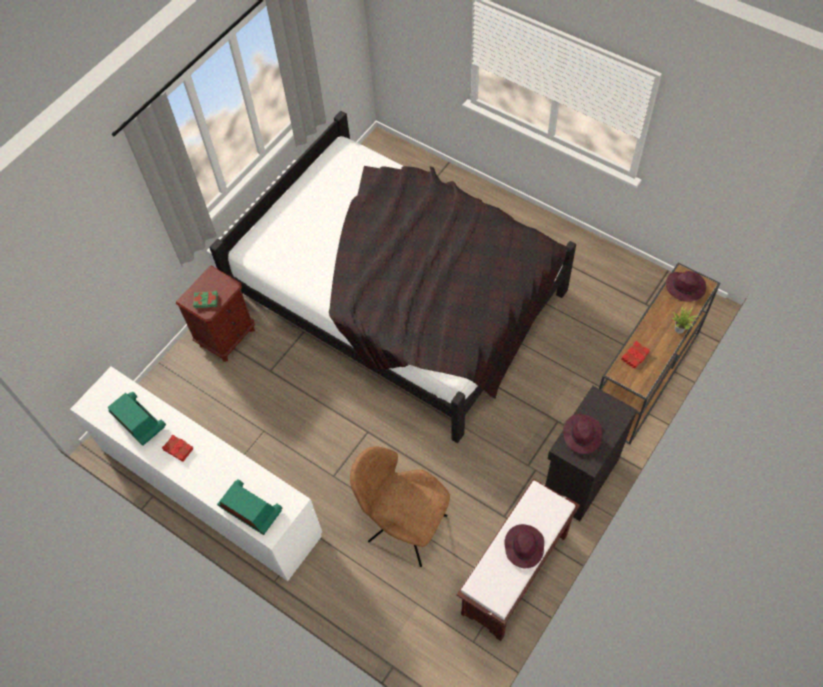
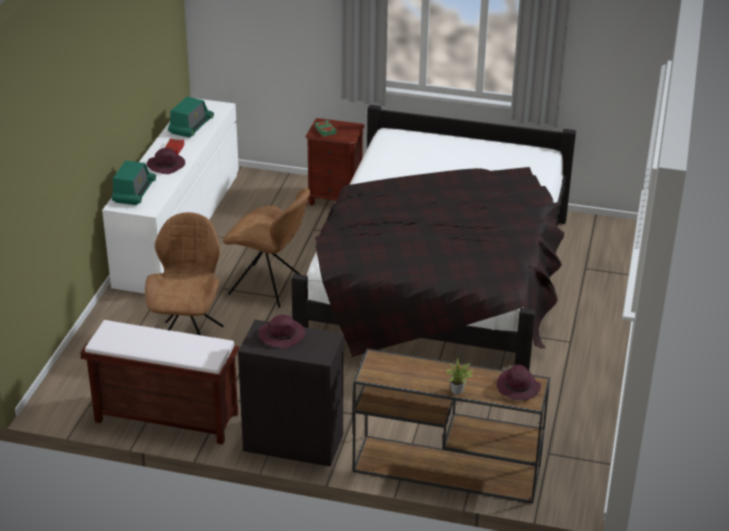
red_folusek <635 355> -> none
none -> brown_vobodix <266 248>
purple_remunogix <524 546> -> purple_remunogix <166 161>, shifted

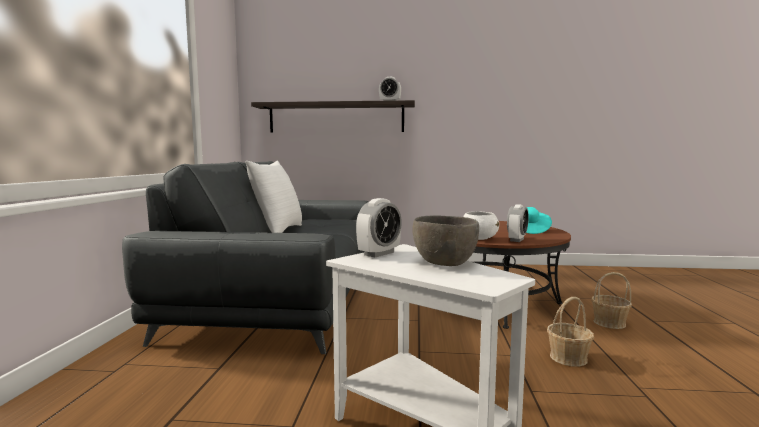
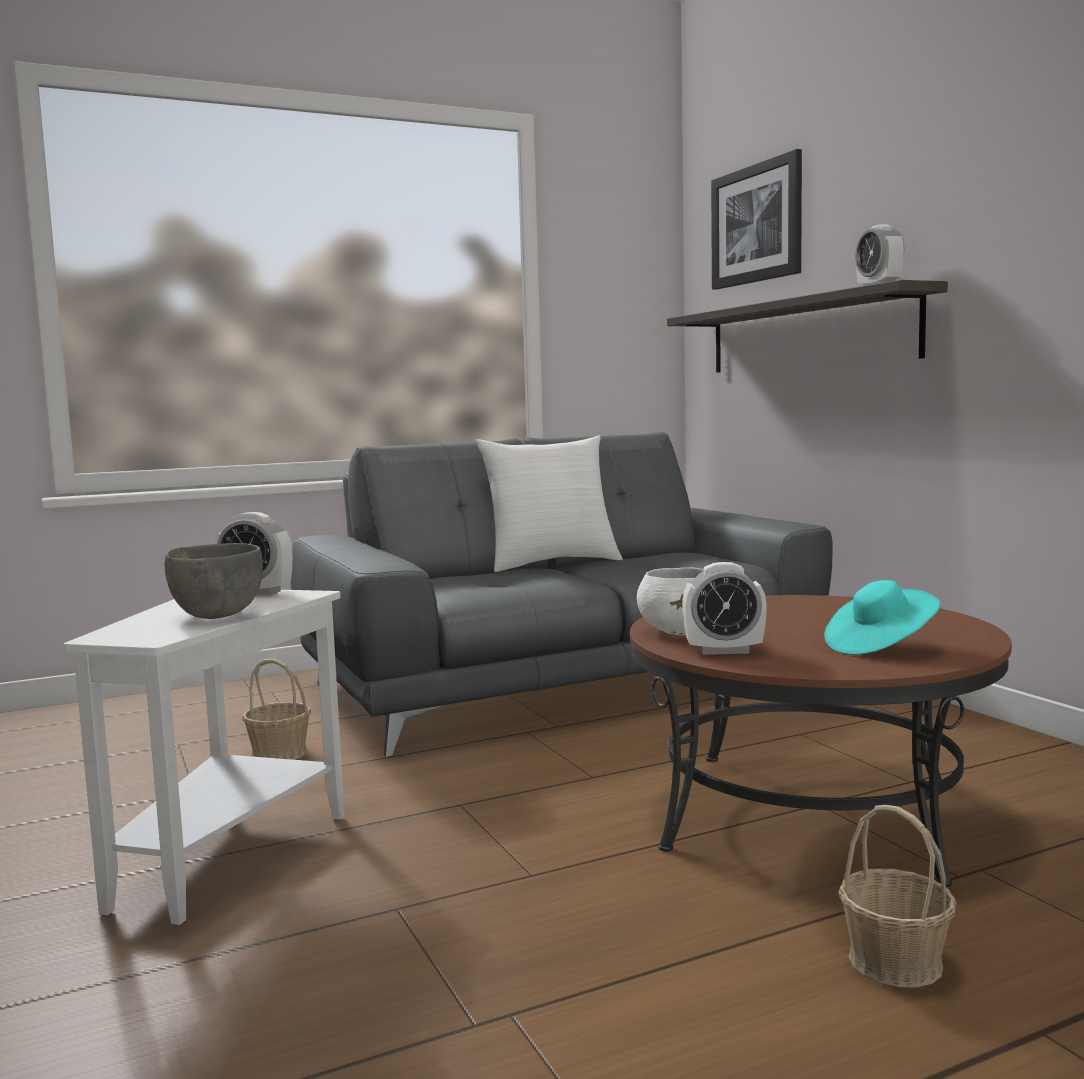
none -> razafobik <756 219>
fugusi <570 332> -> fugusi <276 709>, shifted

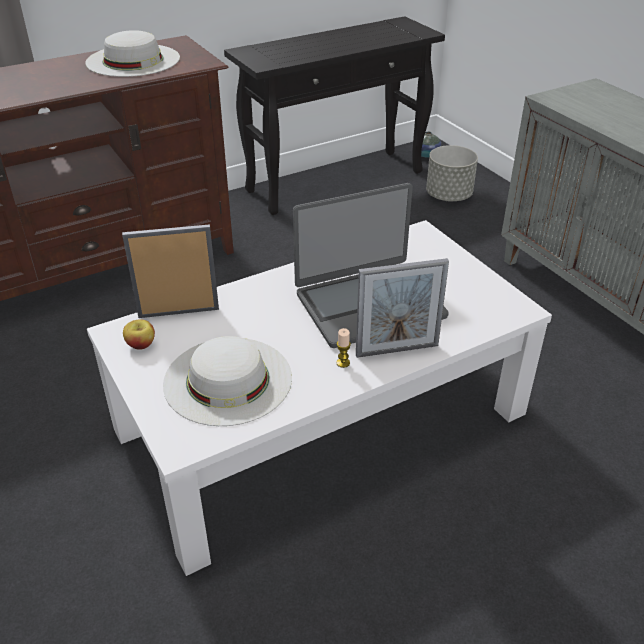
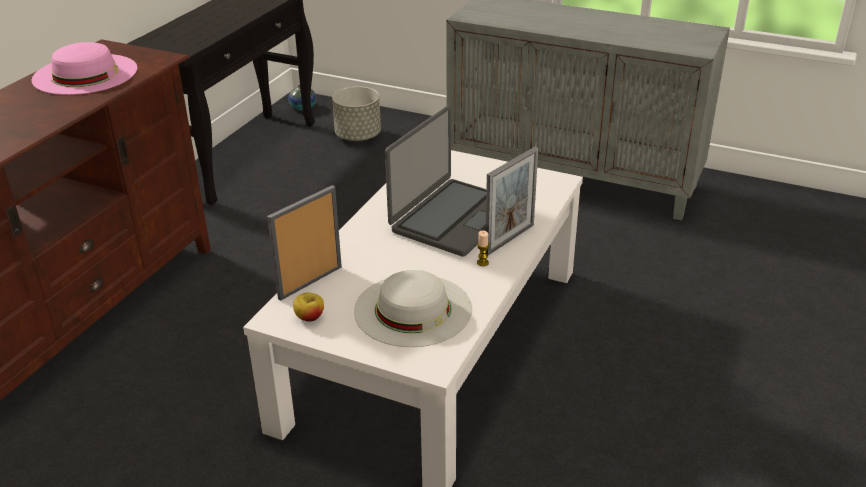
white_remunogix <132 53> -> pink_remunogix <84 68>

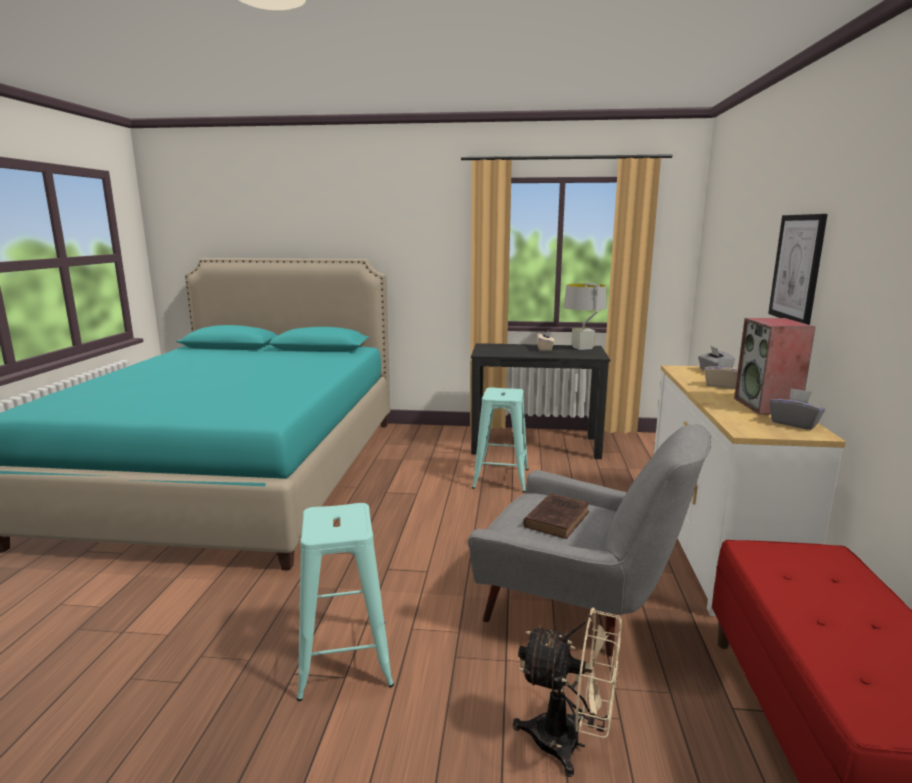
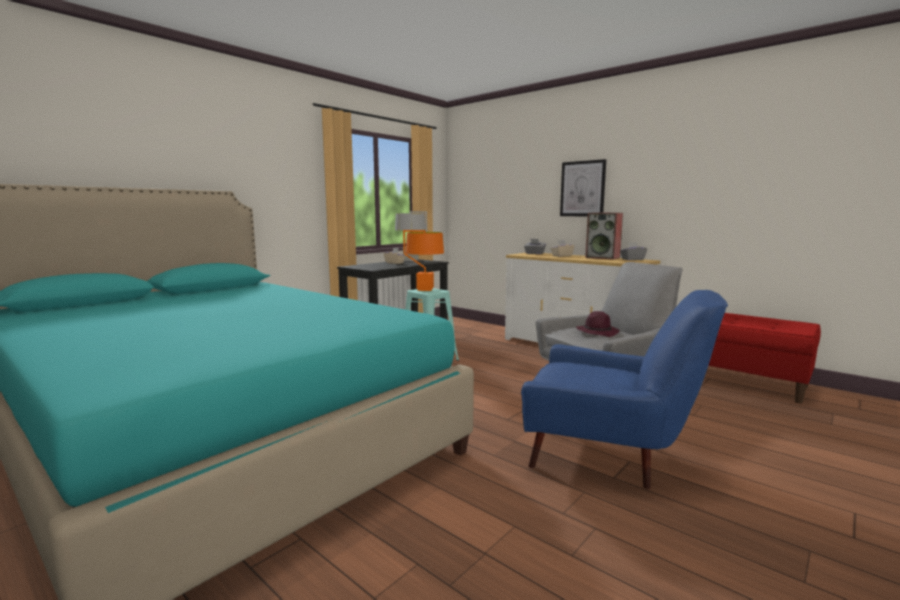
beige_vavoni <567 692> -> none
none -> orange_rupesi <423 260>
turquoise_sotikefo <345 602> -> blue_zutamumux <624 389>
brown_folusek <556 516> -> purple_remunogix <598 324>

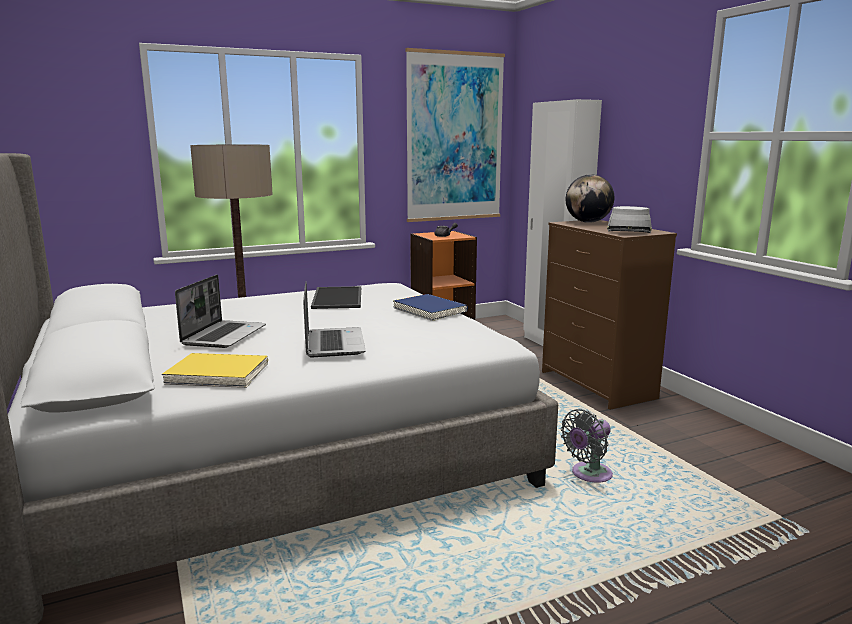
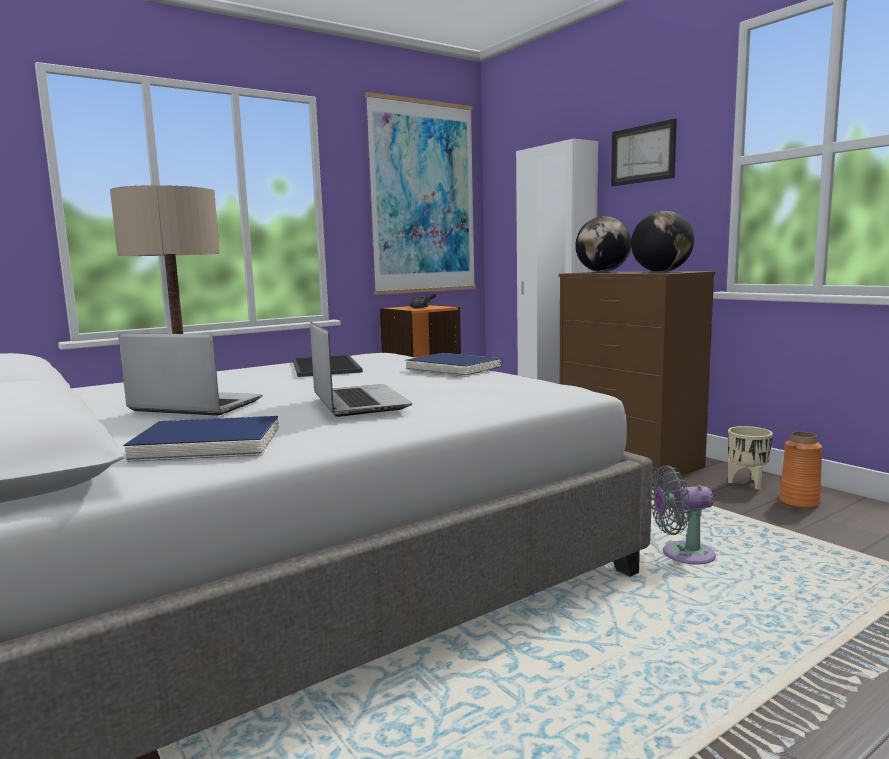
none -> razafobik <644 152>
none -> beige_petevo <750 457>
none -> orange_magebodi <800 470>
grey_remunogix <629 219> -> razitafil <662 241>
yellow_folusek <215 370> -> blue_folusek <201 439>
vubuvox <220 311> -> vubuvox <190 374>, 75 degrees counterclockwise
grey_vavoni <587 446> -> grey_vavoni <683 514>, 45 degrees clockwise

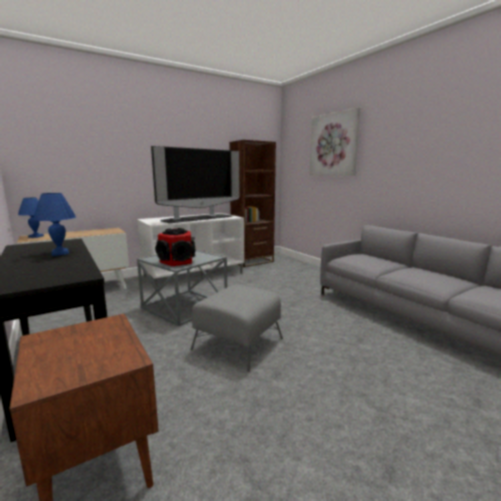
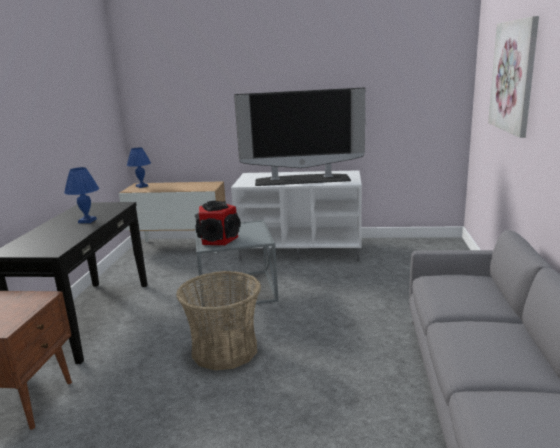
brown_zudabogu <252 203> -> none
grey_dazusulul <236 328> -> fugusi <218 320>

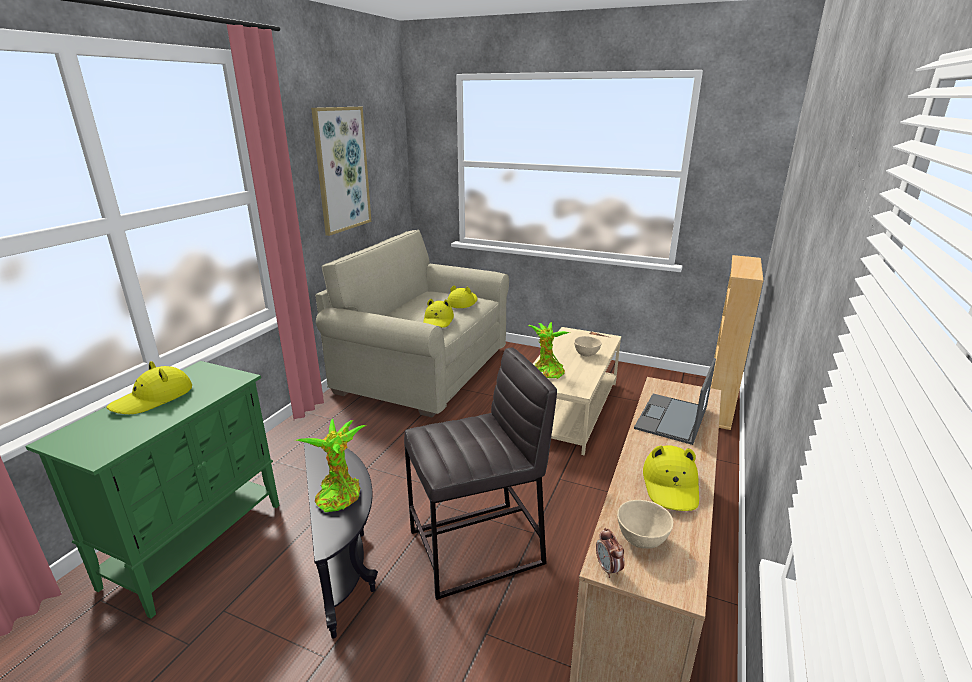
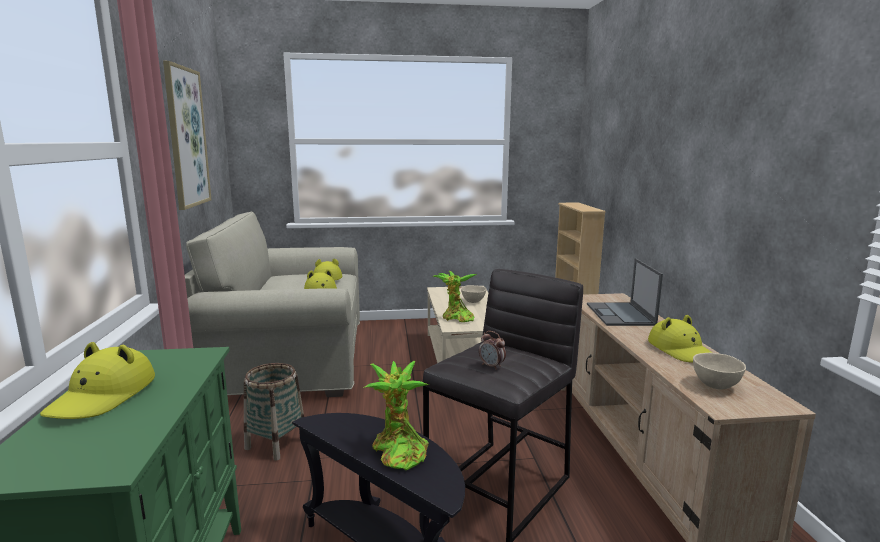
none -> fugusi <274 412>
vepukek <610 553> -> vepukek <492 350>, shifted

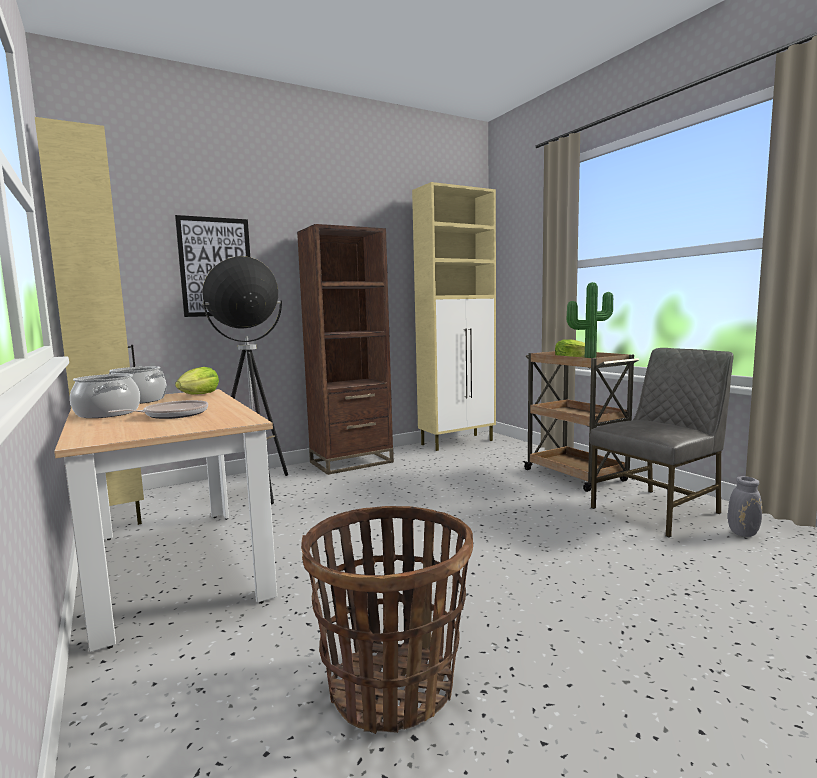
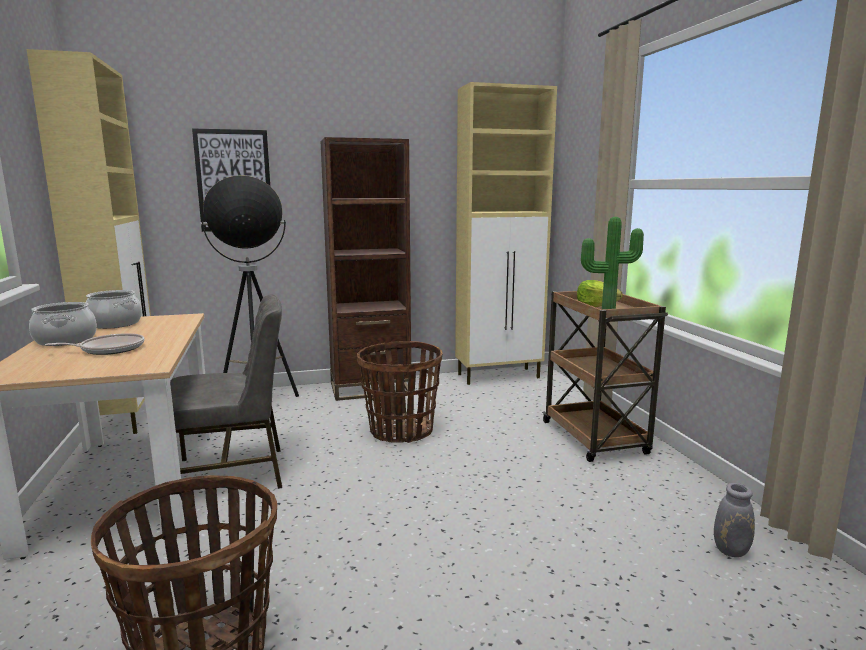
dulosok <197 381> -> none
none -> fugusi <399 392>
grey_vobodix <661 442> -> grey_vobodix <226 392>, shifted

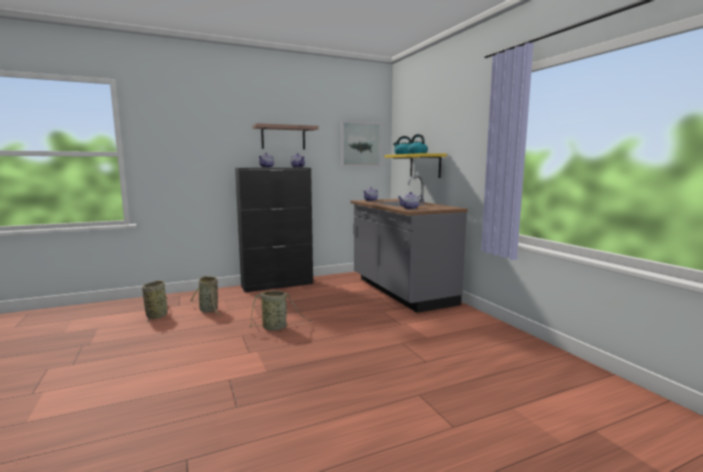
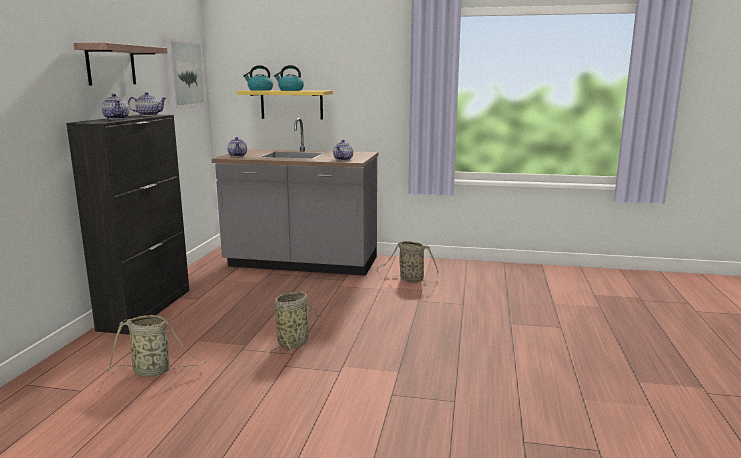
fugusi <155 302> -> fugusi <407 262>, shifted

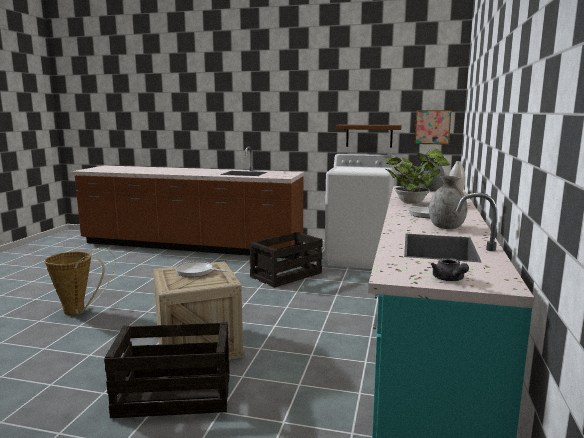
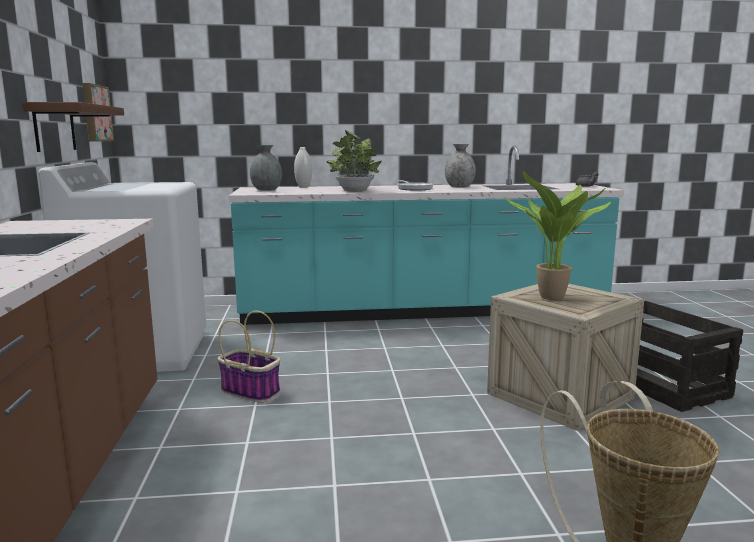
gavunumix <201 269> -> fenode <558 235>
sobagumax <286 260> -> fugusi <249 357>

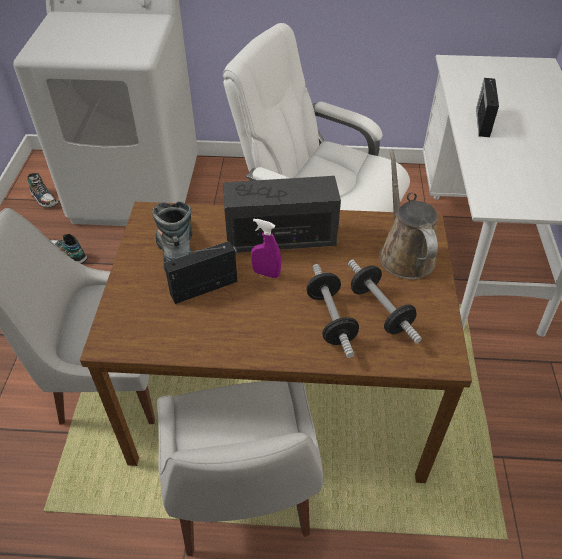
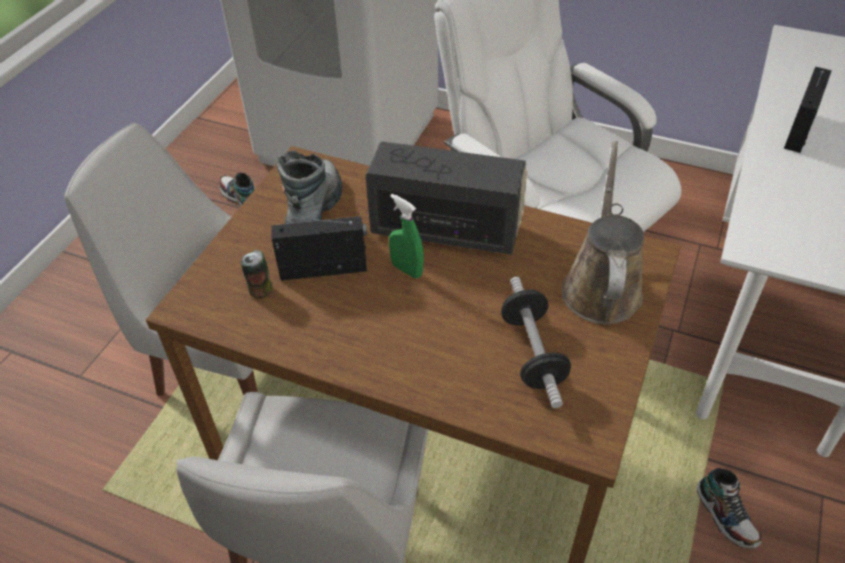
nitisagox <332 311> -> none
none -> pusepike <257 274>
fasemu <42 190> -> fasemu <729 508>, shifted
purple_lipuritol <266 248> -> green_lipuritol <406 236>

